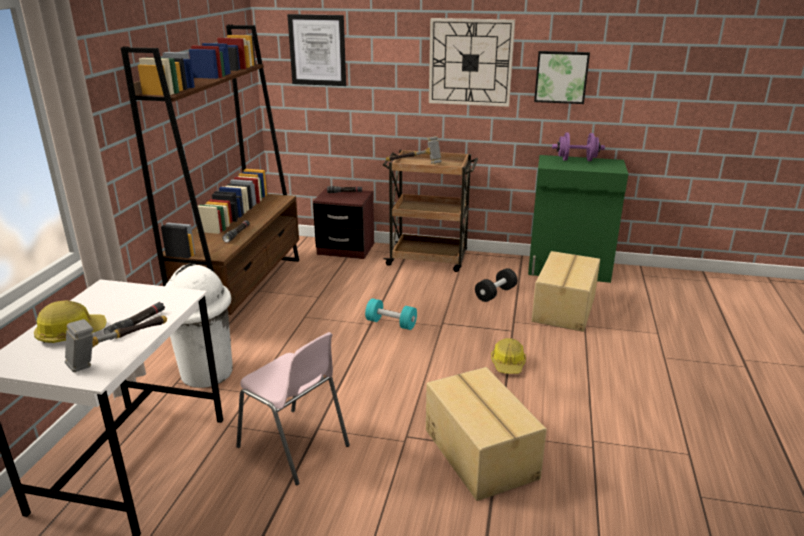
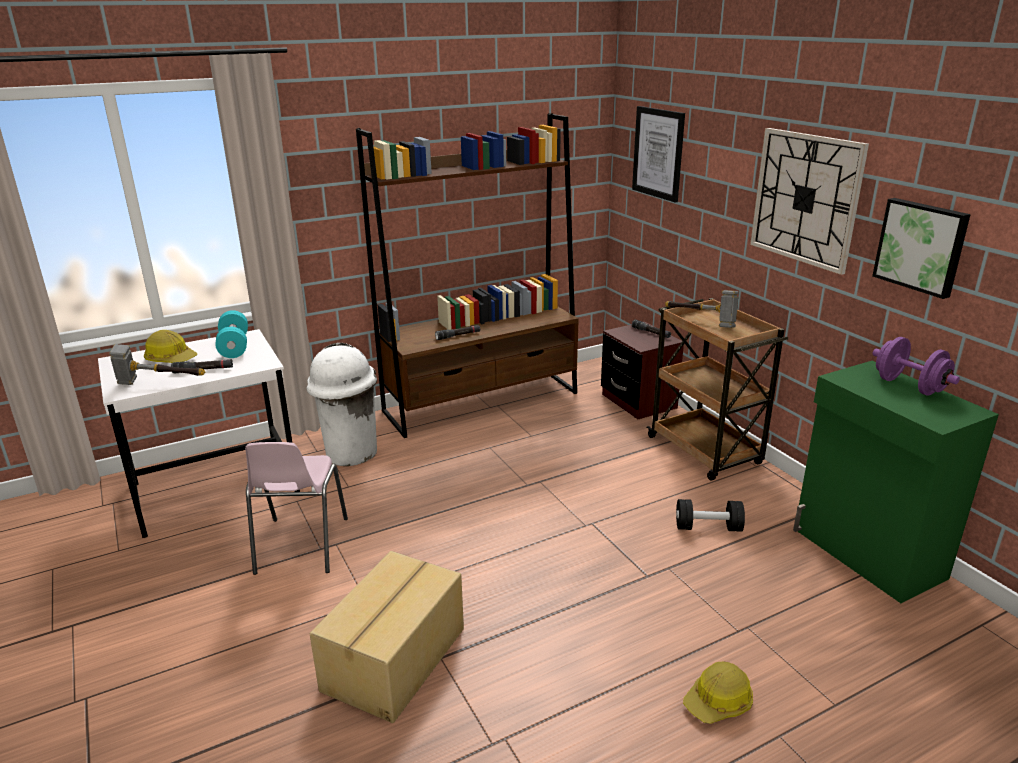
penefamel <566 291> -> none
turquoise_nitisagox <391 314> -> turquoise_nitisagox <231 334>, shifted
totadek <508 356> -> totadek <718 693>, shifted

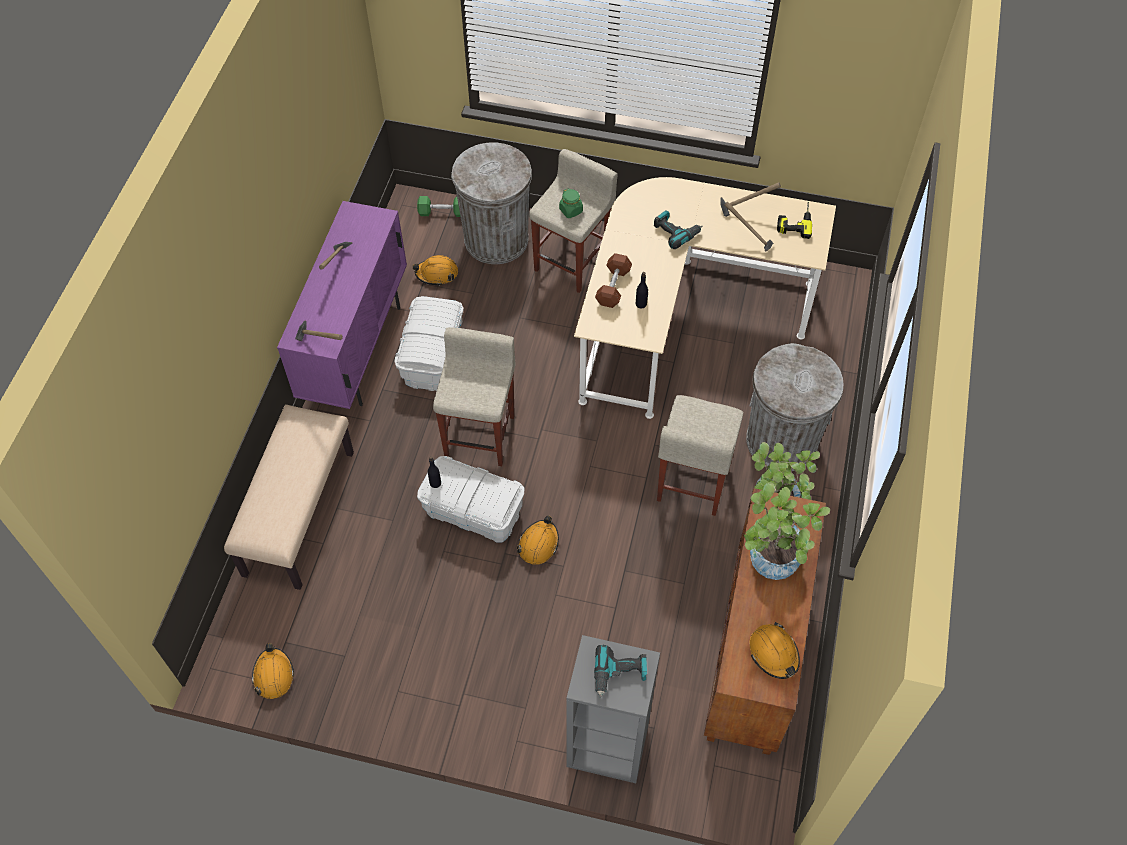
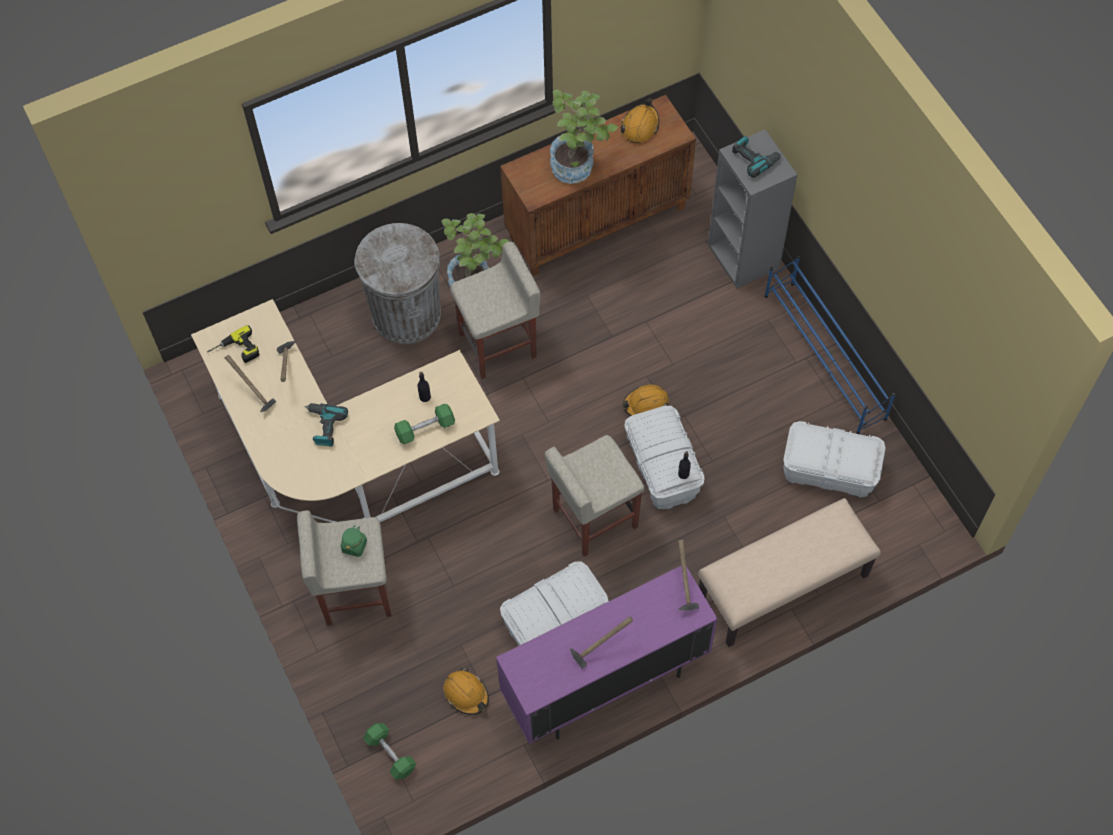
orange_totadek <273 671> -> none
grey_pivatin <491 203> -> none
none -> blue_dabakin <830 344>
none -> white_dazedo <834 459>
brown_nitisagox <613 280> -> green_nitisagox <424 424>

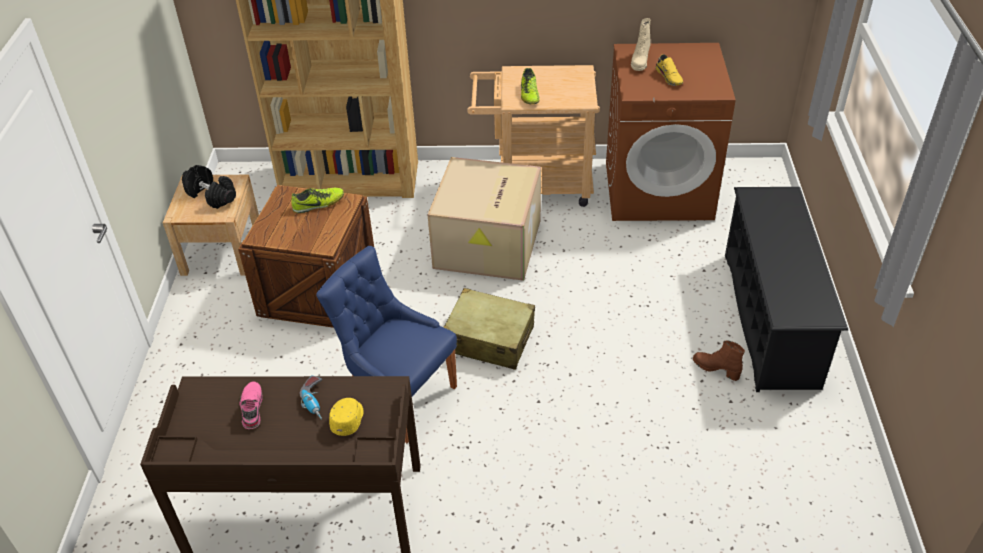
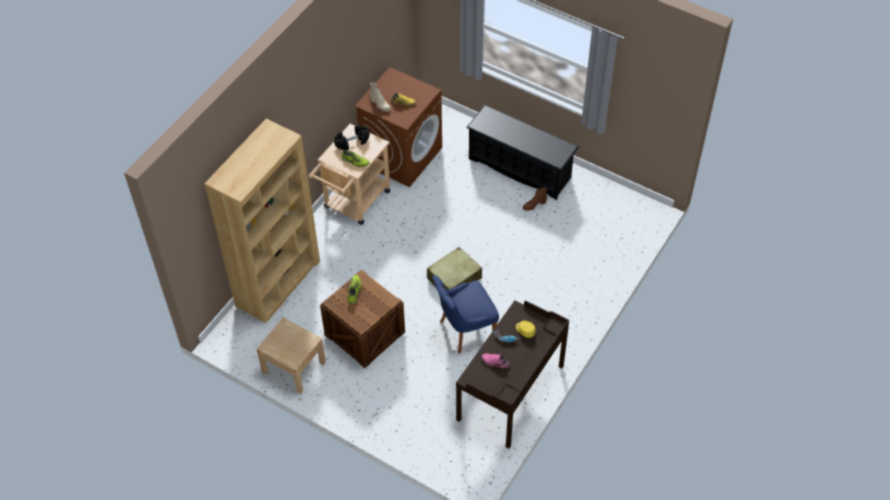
penefamel <484 219> -> none
black_nitisagox <209 187> -> black_nitisagox <352 137>, shifted

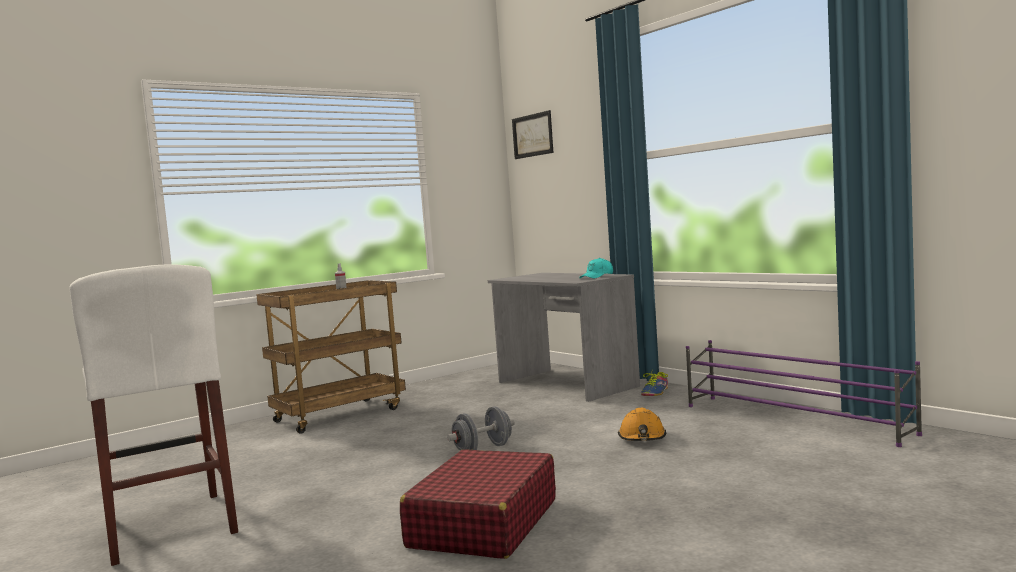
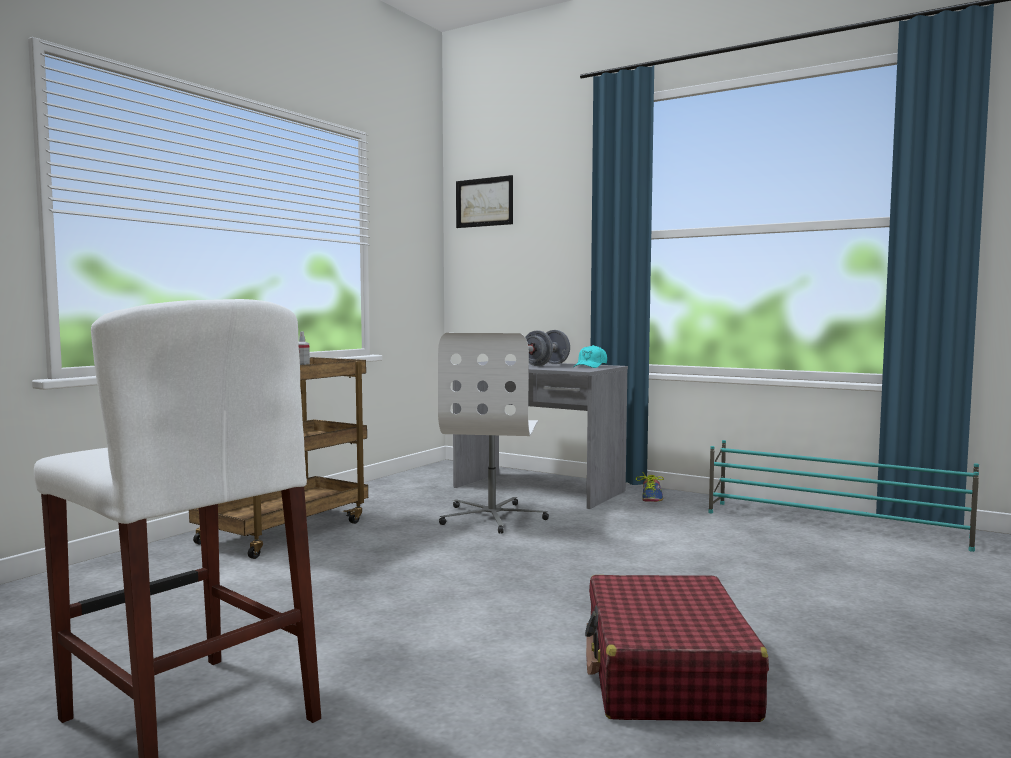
orange_totadek <642 424> -> none
none -> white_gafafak <493 433>
grey_nitisagox <480 428> -> grey_nitisagox <547 348>, shifted
purple_dabakin <804 393> -> turquoise_dabakin <843 496>

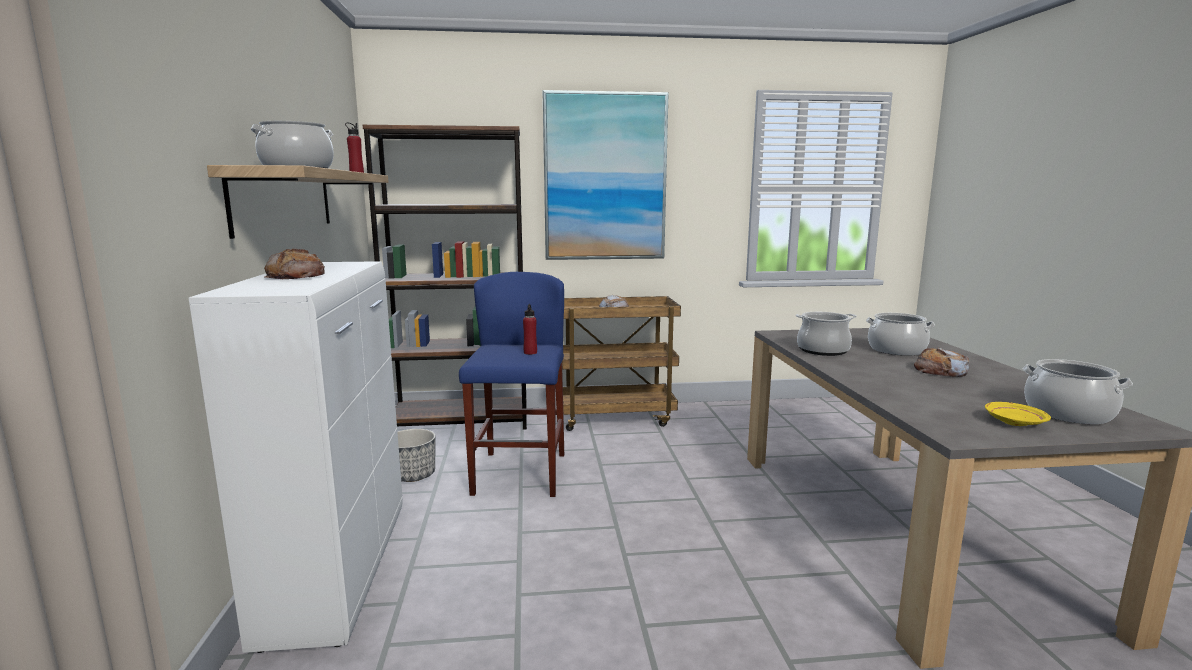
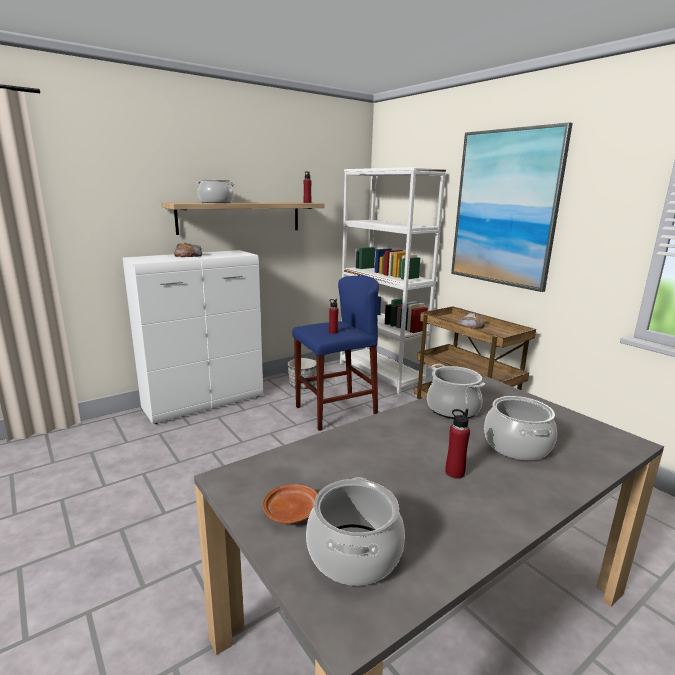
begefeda <942 362> -> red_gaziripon <457 444>
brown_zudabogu <445 277> -> white_zudabogu <393 280>
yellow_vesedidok <1018 414> -> brown_vesedidok <290 504>

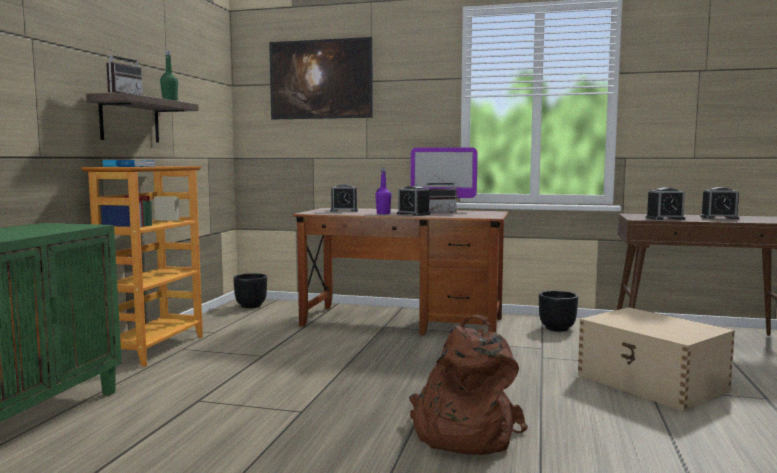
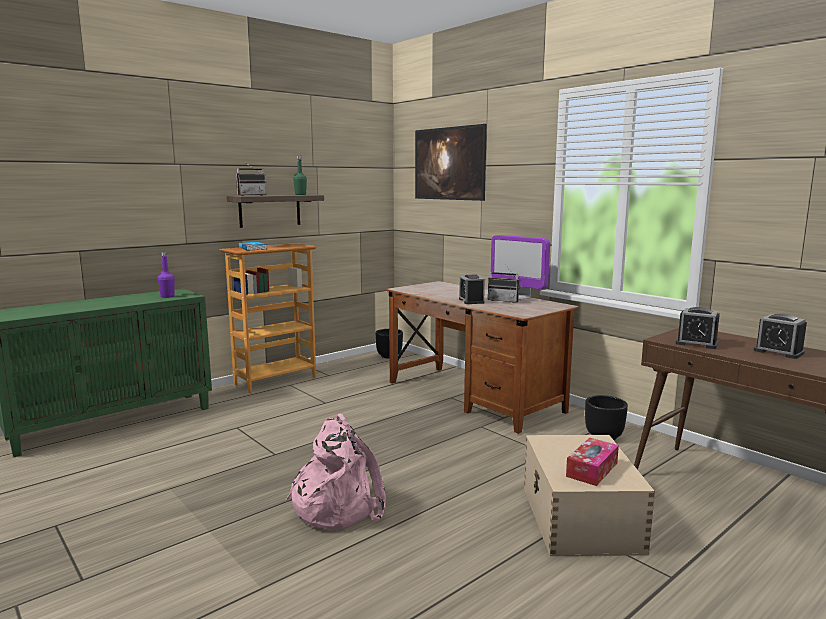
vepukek <344 198> -> none
none -> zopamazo <592 462>
purple_gaziripon <383 190> -> purple_gaziripon <166 275>, shifted
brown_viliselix <468 385> -> pink_viliselix <336 471>

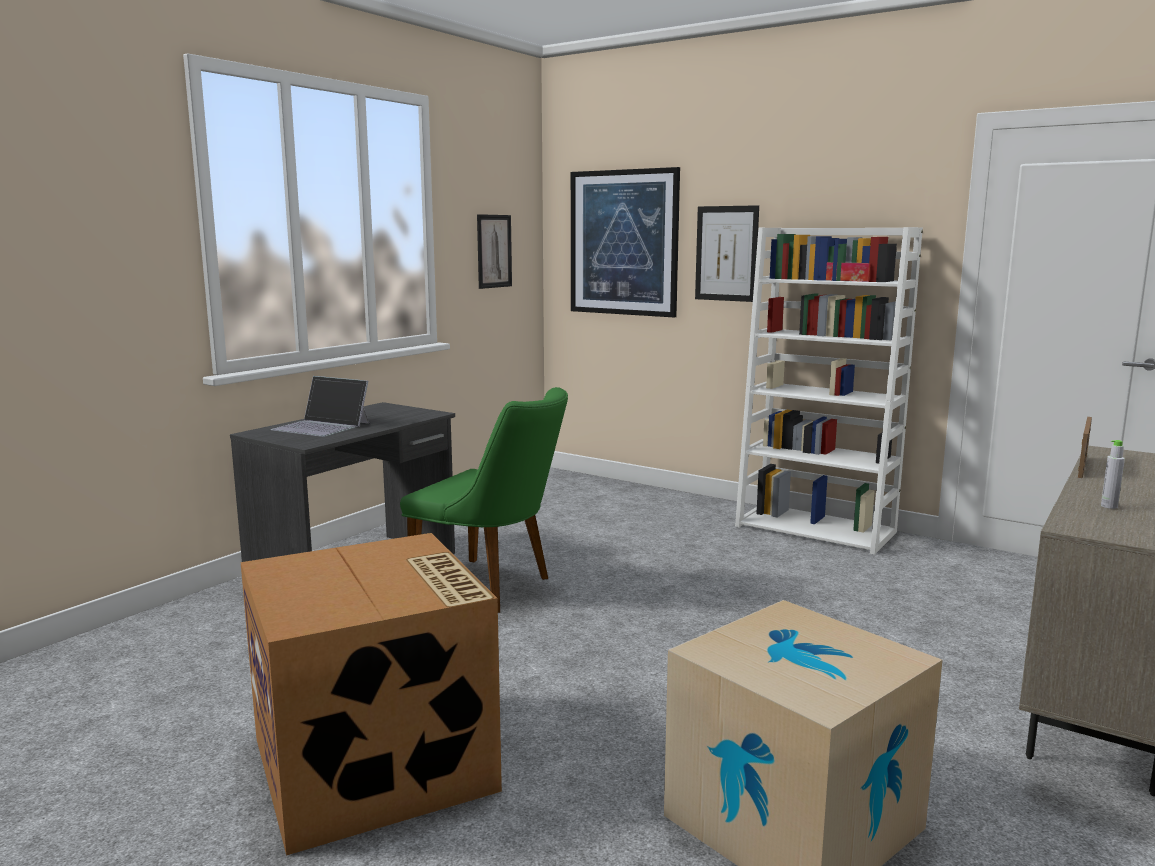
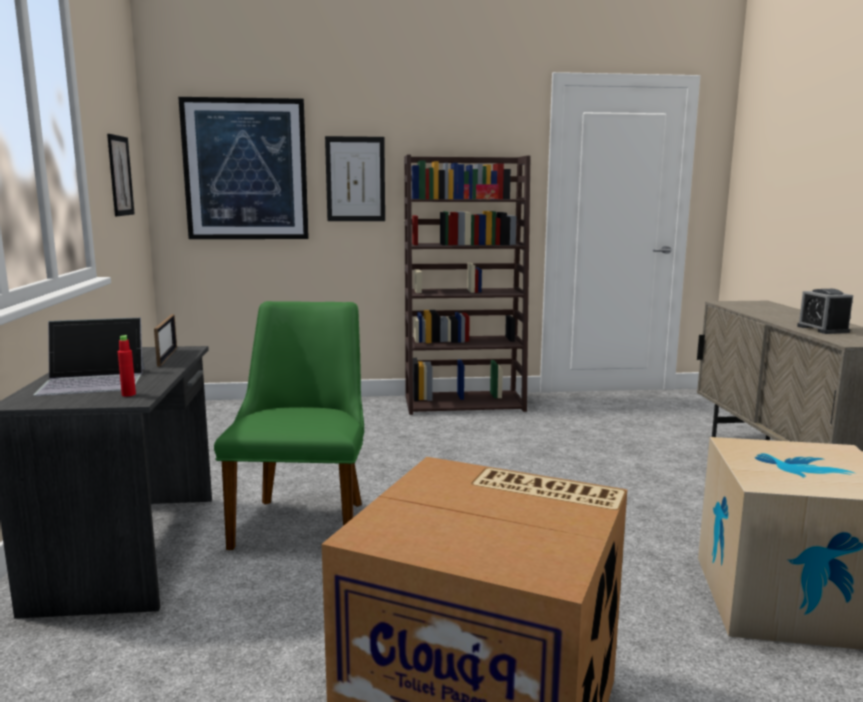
none -> red_gaziripon <127 365>
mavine <1085 447> -> mavine <165 340>, shifted
grey_gaziripon <1113 474> -> vepukek <825 311>
white_zudabogu <829 391> -> brown_zudabogu <467 285>
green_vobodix <484 500> -> green_vobodix <289 425>, 75 degrees counterclockwise

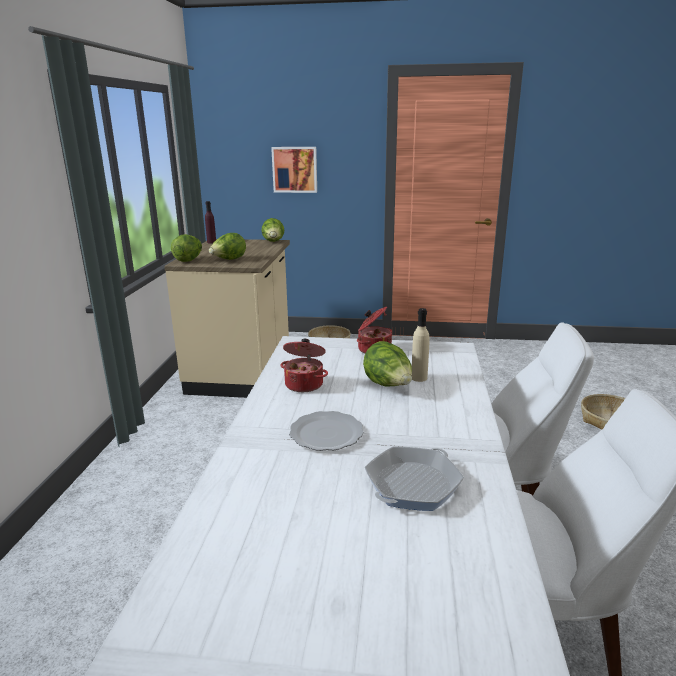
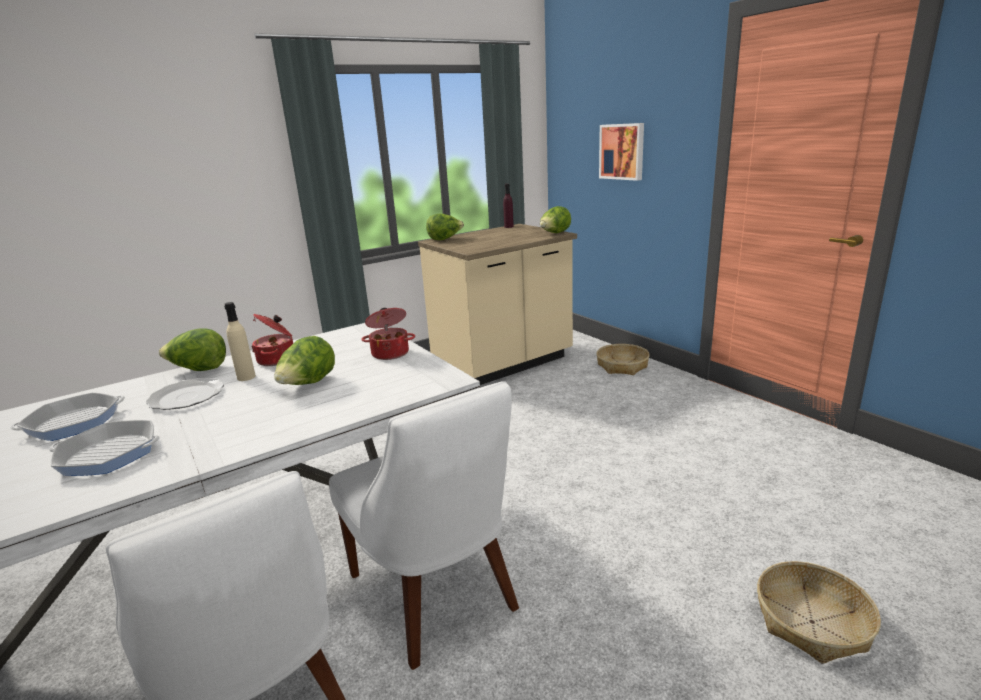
none -> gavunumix <67 416>
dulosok <227 246> -> dulosok <192 349>, shifted
beige_gaziripon <421 345> -> beige_gaziripon <240 341>, shifted

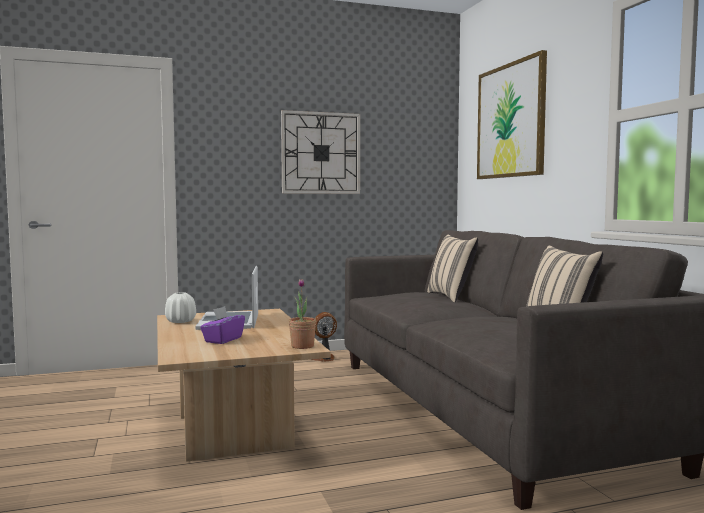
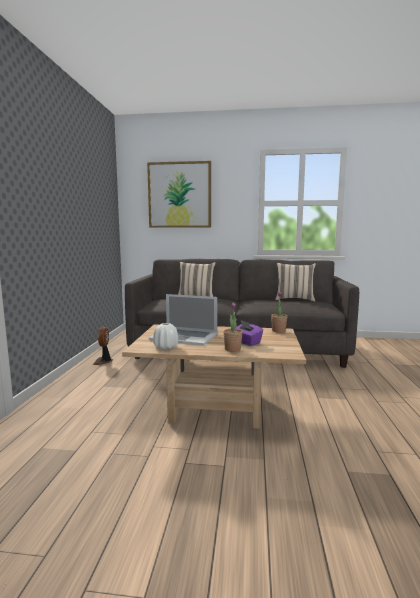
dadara <320 152> -> none
none -> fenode <233 327>

